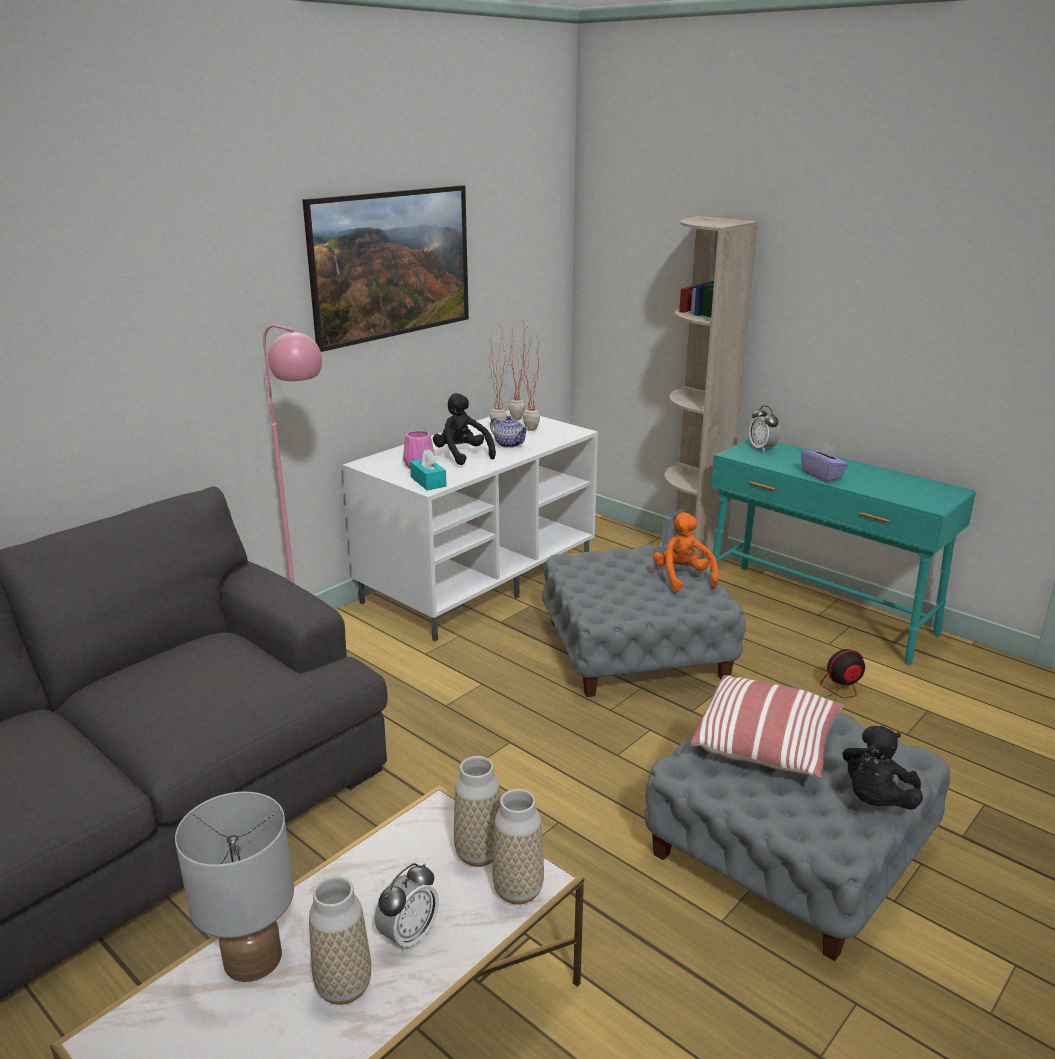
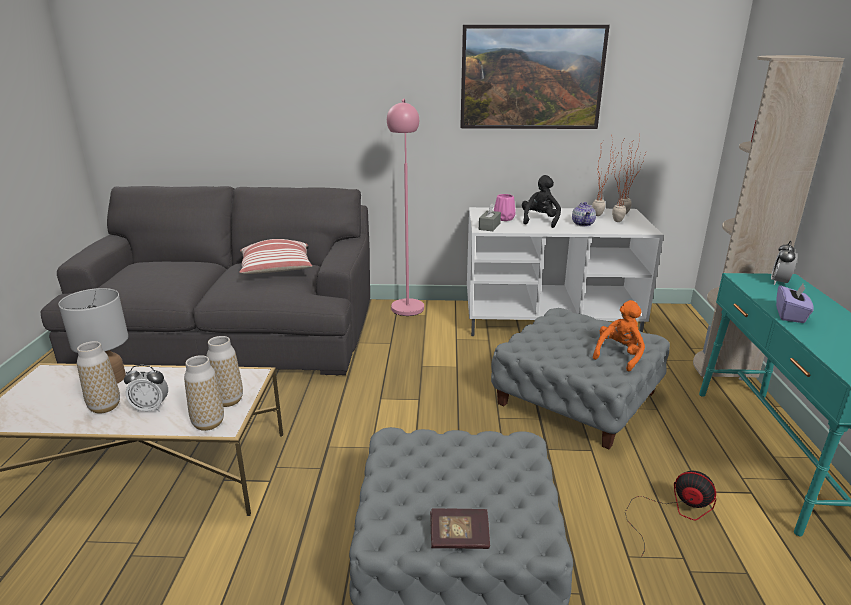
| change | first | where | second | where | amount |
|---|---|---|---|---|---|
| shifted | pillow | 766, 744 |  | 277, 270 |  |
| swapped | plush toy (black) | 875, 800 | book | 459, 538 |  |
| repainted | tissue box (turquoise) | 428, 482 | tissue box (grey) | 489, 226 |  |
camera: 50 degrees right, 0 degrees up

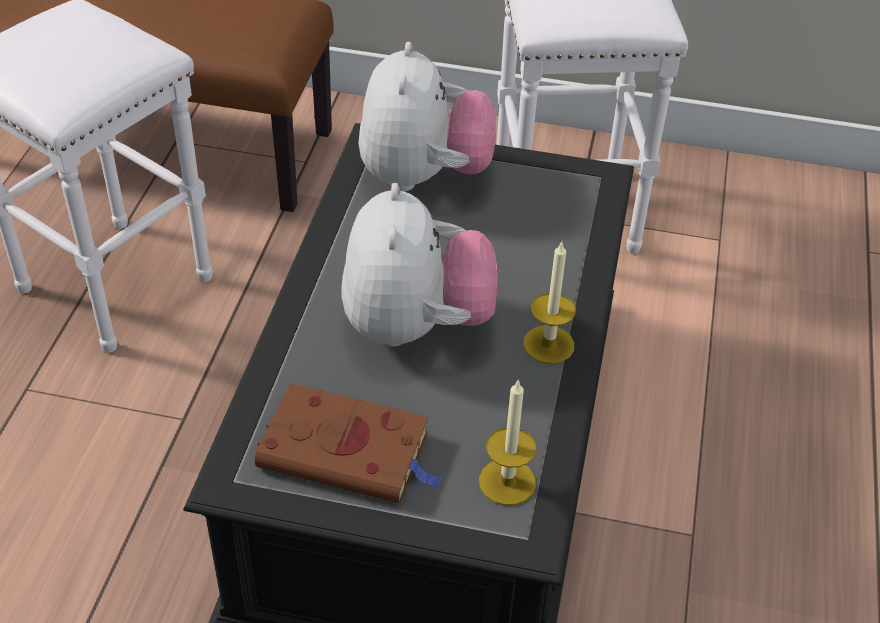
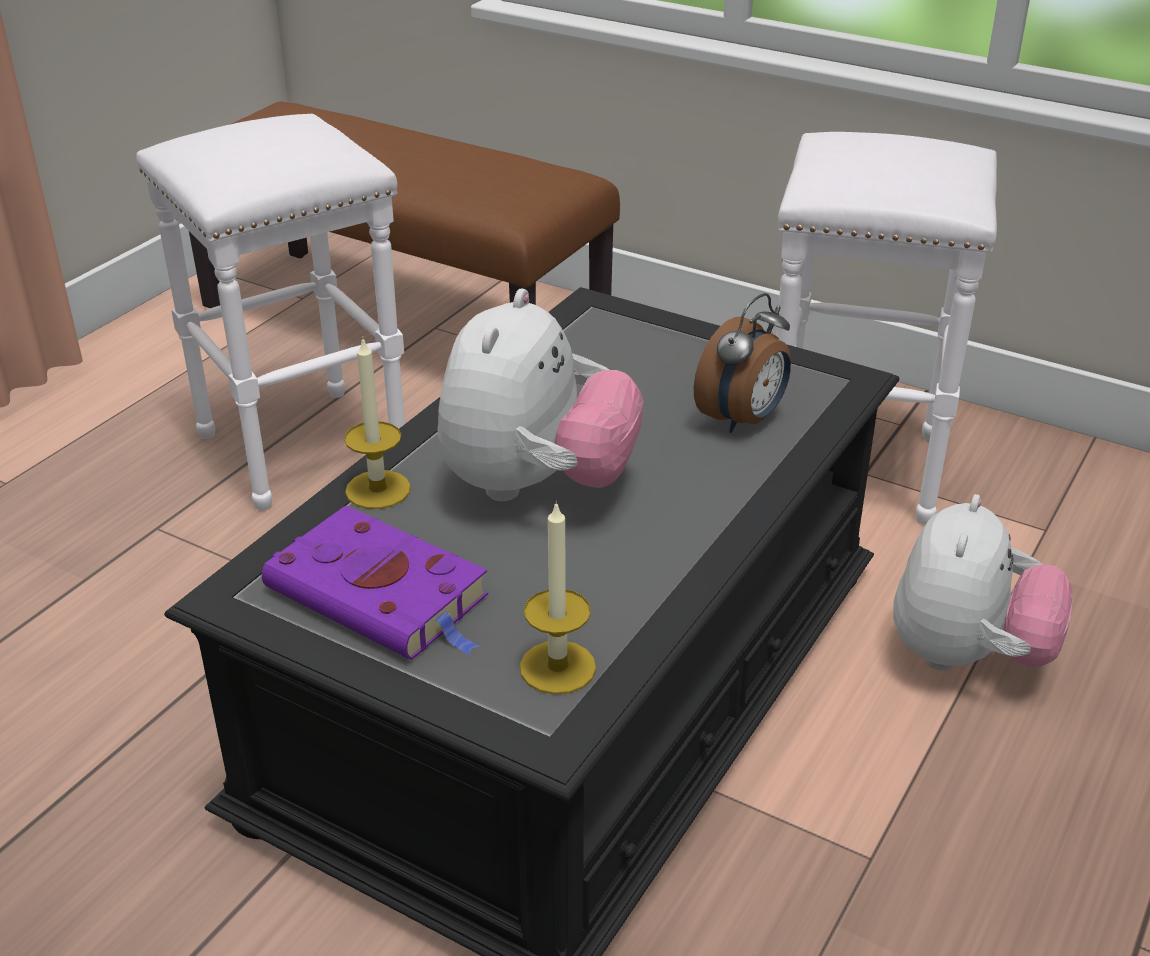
| change | first | where | second | where | amount |
|---|---|---|---|---|---|
| new |  |  | alarm clock | 743, 420 |  |
| shifted | plush toy | 423, 176 |  | 966, 656 |  |
| shifted | candle | 548, 344 |  | 378, 489 |  |
| repainted | book (brown) | 349, 452 | book (purple) | 382, 595 |  |
camera: 20 degrees right, 10 degrees down

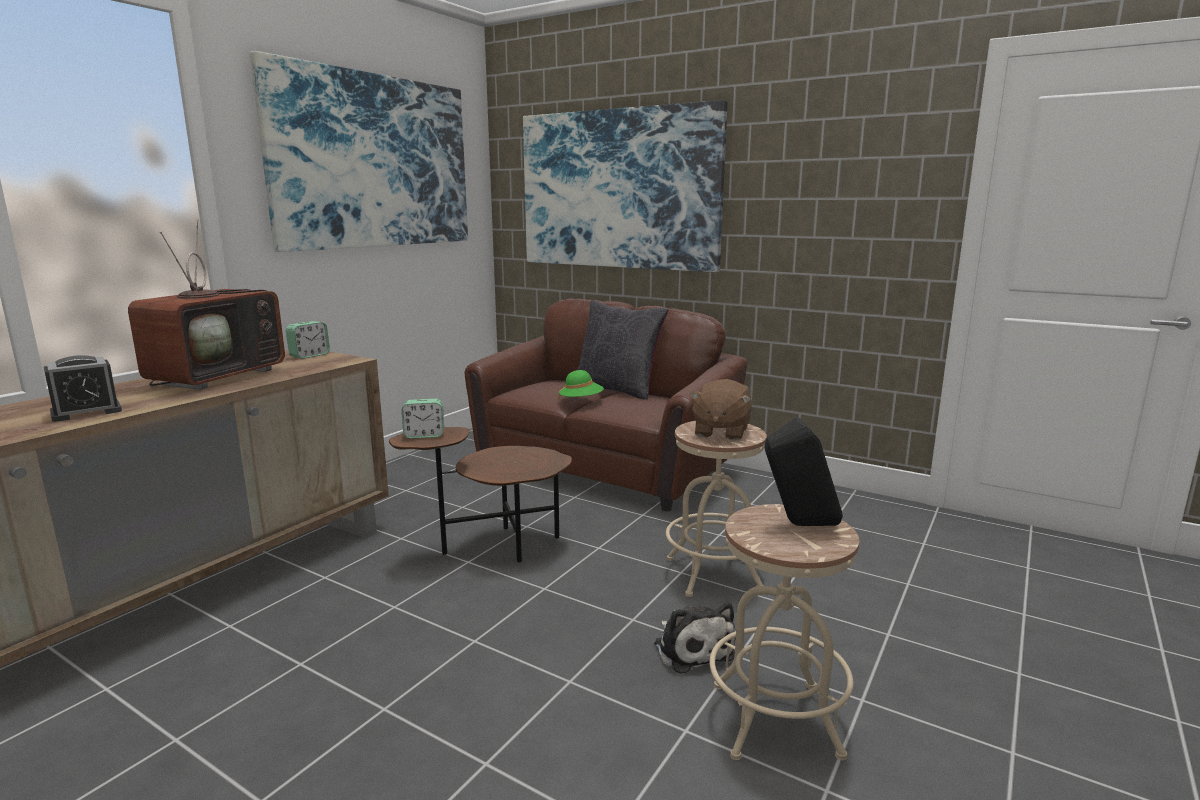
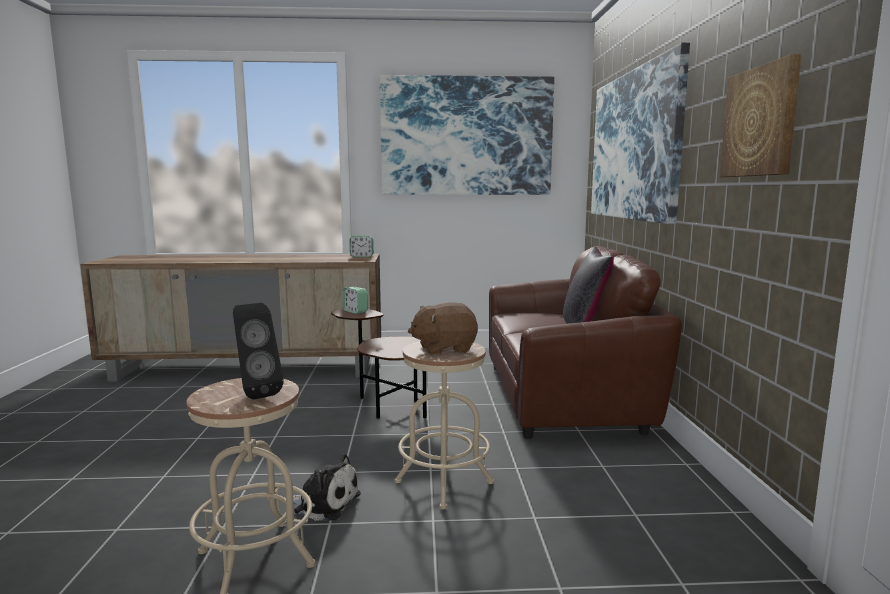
| change | first | where | second | where | amount |
|---|---|---|---|---|---|
| gone | alarm clock | 86, 412 |  |  |  |
| gone | television | 218, 376 |  |  |  |
| gone | hat (green) | 581, 401 |  |  |  |
| new |  |  | picture | 761, 122 |  |
| rotated | plush toy | 692, 648 |  | 324, 502 | 105 degrees counterclockwise |
camera: 55 degrees right, 5 degrees down

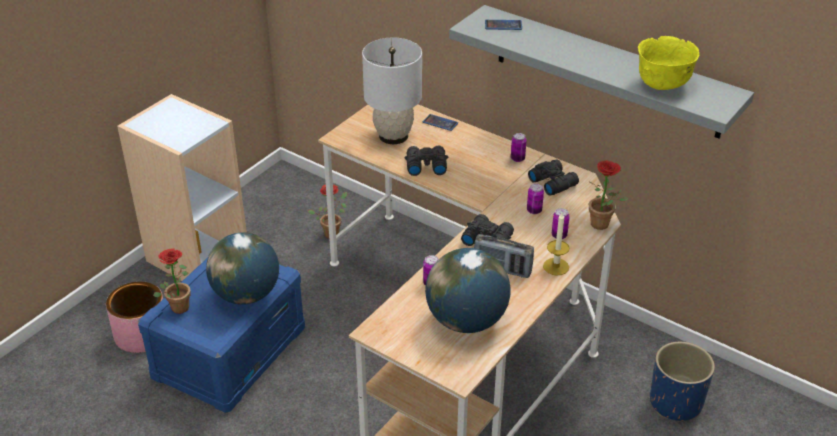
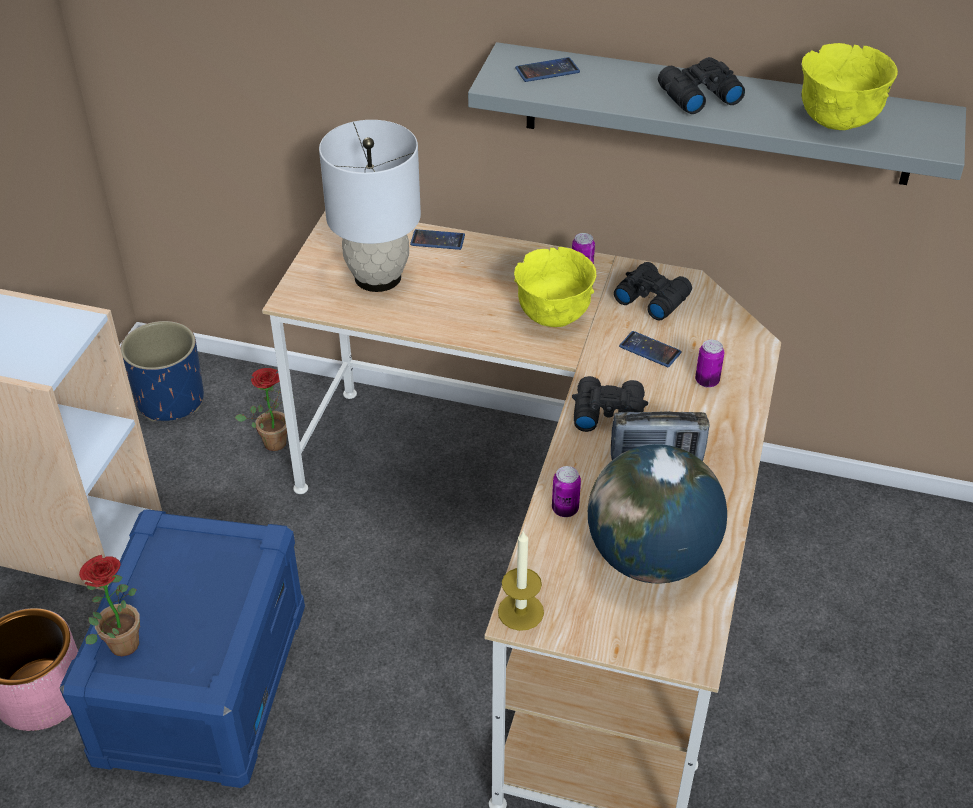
| change | first | where | second | where | amount |
|---|---|---|---|---|---|
| gone | globe | 247, 294 |  |  |  |
| gone | potted plant | 603, 225 |  |  |  |
| new |  |  | bowl (yellow) | 553, 315 |  |
| shifted | binoculars (black) | 425, 165 |  | 697, 95 |  |
| shifted | candle | 556, 266 |  | 520, 611 |  |
| shifted | planter (blue) | 675, 402 |  | 171, 400 |  |
| swapped | can | 534, 210 | phone | 650, 350 |  |
camera: 20 degrees left, 5 degrees up

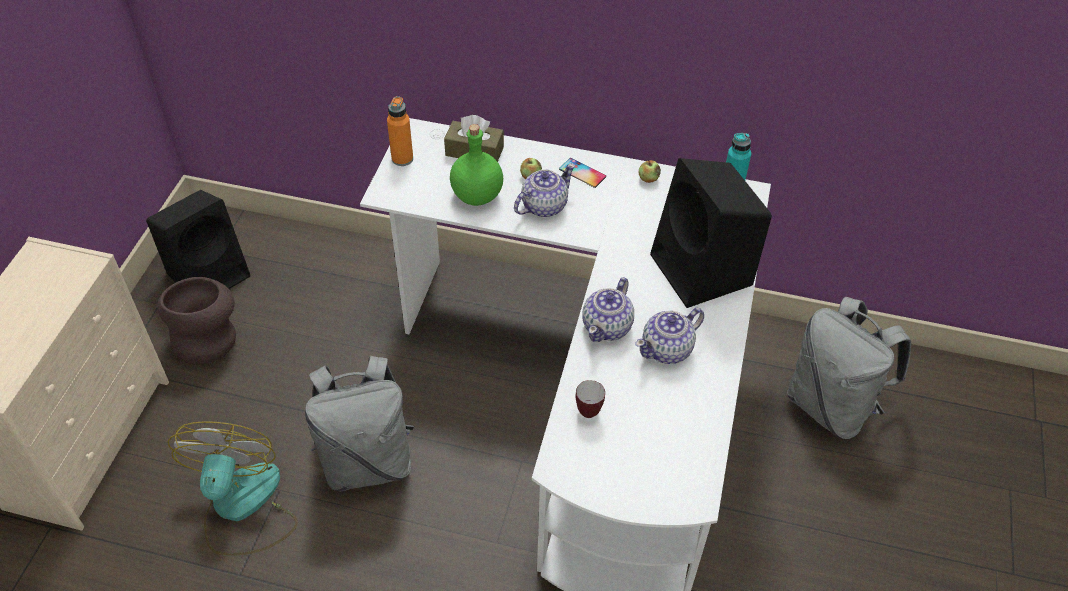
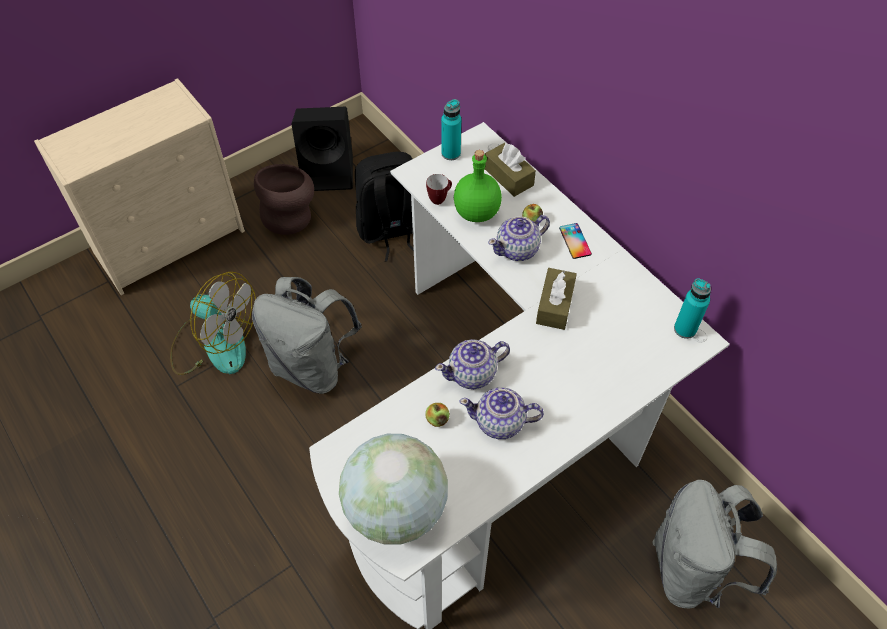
| change | first | where | second | where | amount |
|---|---|---|---|---|---|
| gone | speaker (black) | 703, 271 |  |  |  |
| new |  |  | globe | 396, 509 |  |
| new |  |  | backpack (black) | 392, 231 |  |
| new |  |  | tissue box (brown) | 555, 305 |  |
| shifted | mug | 588, 408 |  | 439, 199 |  |
| shifted | apple | 648, 178 |  | 437, 419 |  |
| repainted | bottle (orange) | 402, 159 | bottle (turquoise) | 451, 153 |  |
| rotated | fan | 242, 507 |  | 215, 343 | 75 degrees clockwise |
| rotated | teapot | 543, 206 |  | 518, 249 | 150 degrees clockwise |
camera: 40 degrees right, 5 degrees up

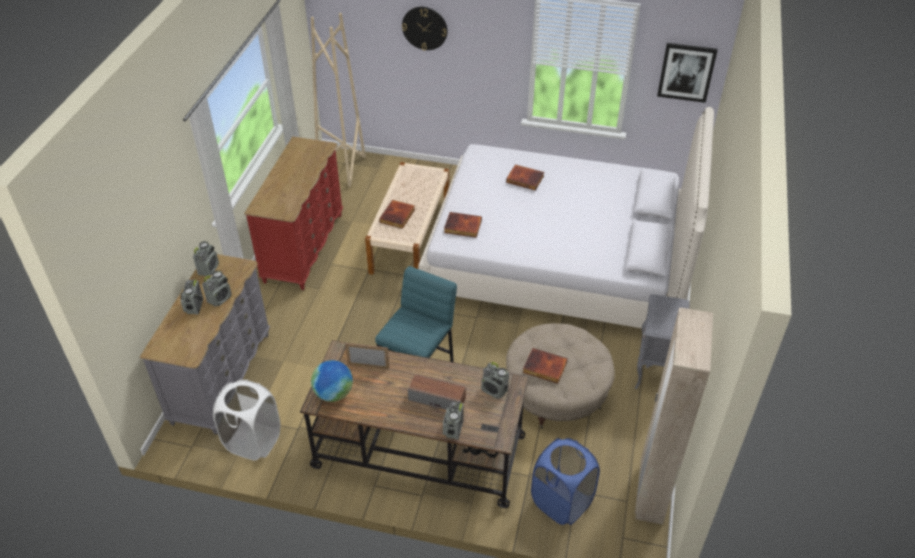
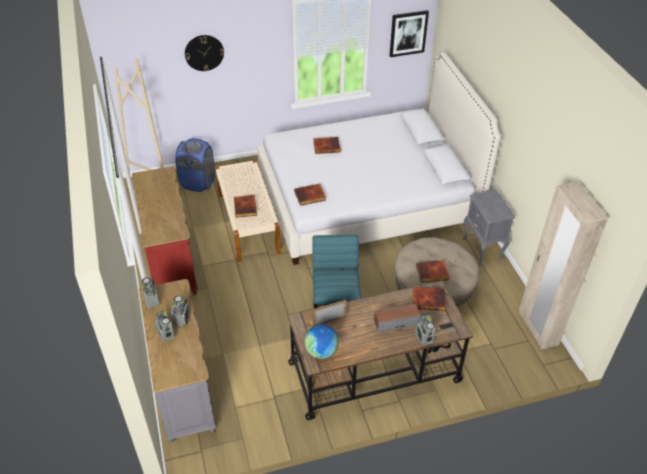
| change | first | where | second | where | amount |
|---|---|---|---|---|---|
| gone | laundry basket (white) | 253, 441 |  |  |  |
| shifted | laundry basket (blue) | 561, 502 |  | 198, 183 |  |
| swapped | radio | 494, 390 | book | 429, 299 |  |
camera: 30 degrees left, 0 degrees up

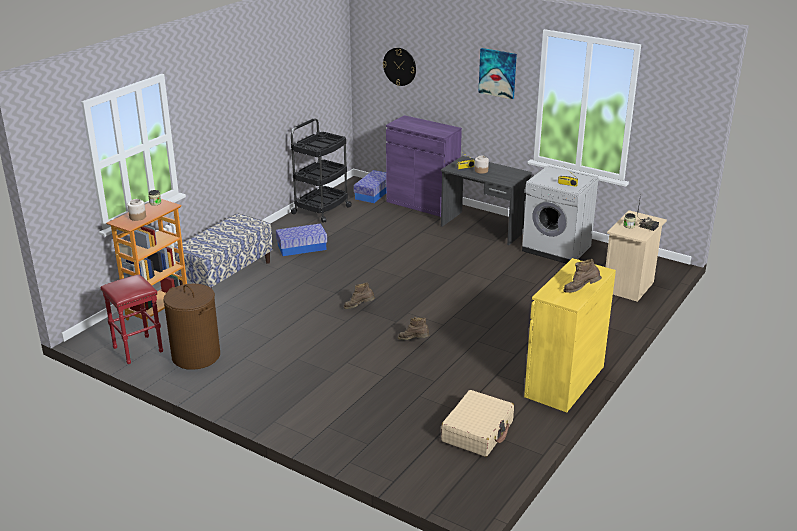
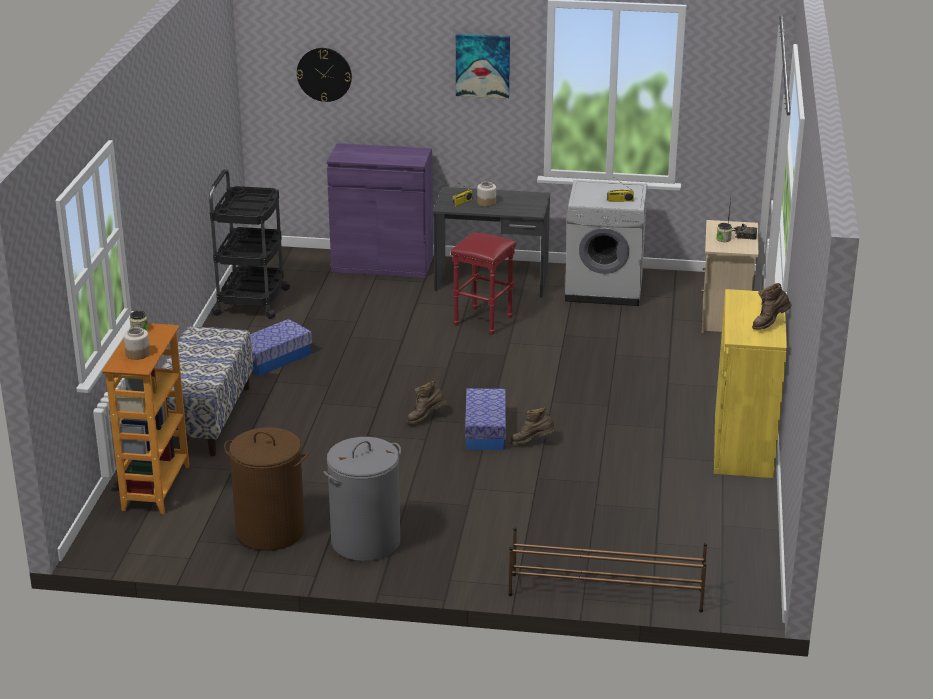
| change | first | where | second | where | amount |
|---|---|---|---|---|---|
| gone | suitcase (beige) | 477, 431 |  |  |  |
| new |  |  | laundry basket (grey) | 365, 541 |  |
| new |  |  | shoe rack (brown) | 605, 592 |  |
| shifted | stool (red) | 137, 349 |  | 481, 321 |  |
| shifted | storage box | 373, 193 |  | 485, 431 |  |
camera: 25 degrees left, 0 degrees up

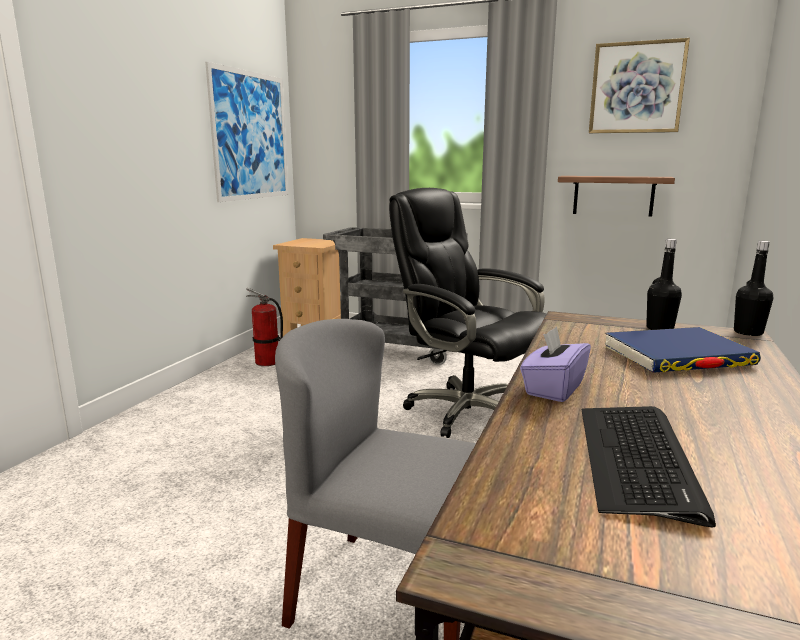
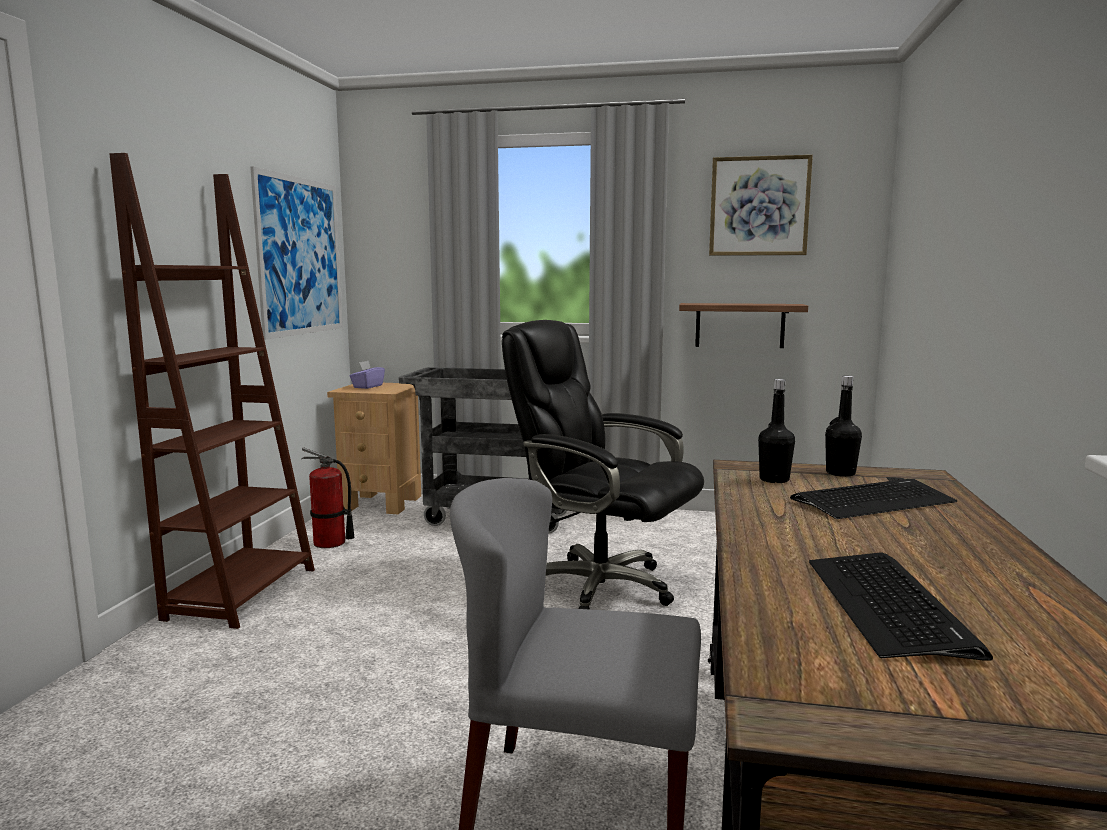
| change | first | where | second | where | amount |
|---|---|---|---|---|---|
| new |  |  | bookcase (brown) | 241, 593 |  |
| shifted | tissue box (purple) | 553, 388 |  | 367, 386 |  |
| shifted | bottle (black) | 748, 332 |  | 774, 479 |  |
| swapped | book (blue) | 677, 356 | keyboard | 873, 501 |  |
camera: 10 degrees left, 5 degrees down

